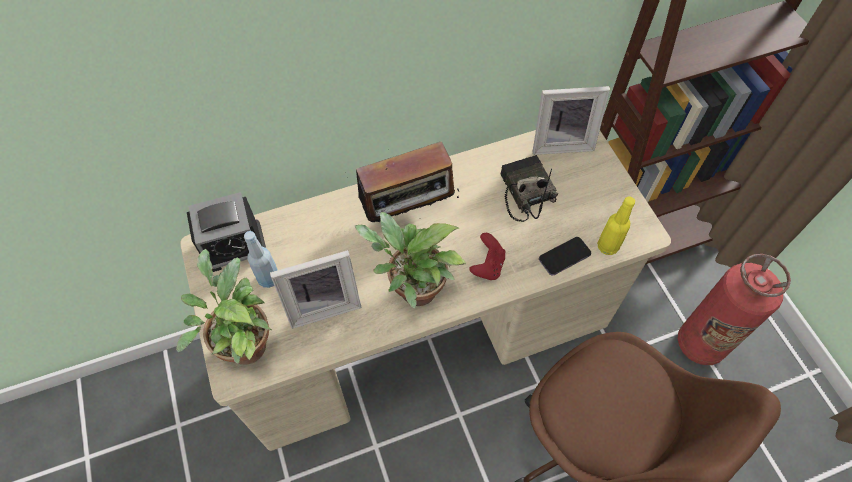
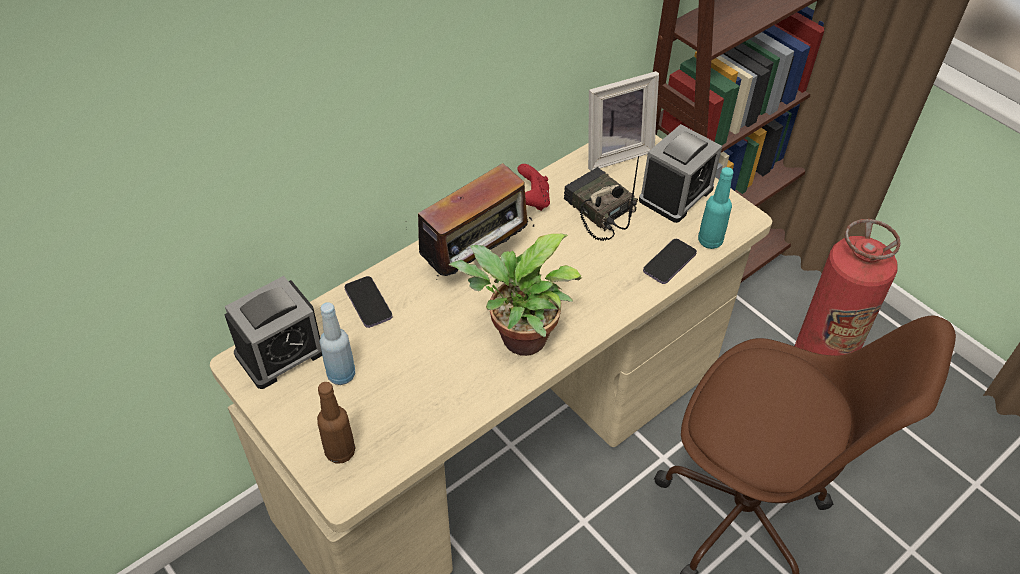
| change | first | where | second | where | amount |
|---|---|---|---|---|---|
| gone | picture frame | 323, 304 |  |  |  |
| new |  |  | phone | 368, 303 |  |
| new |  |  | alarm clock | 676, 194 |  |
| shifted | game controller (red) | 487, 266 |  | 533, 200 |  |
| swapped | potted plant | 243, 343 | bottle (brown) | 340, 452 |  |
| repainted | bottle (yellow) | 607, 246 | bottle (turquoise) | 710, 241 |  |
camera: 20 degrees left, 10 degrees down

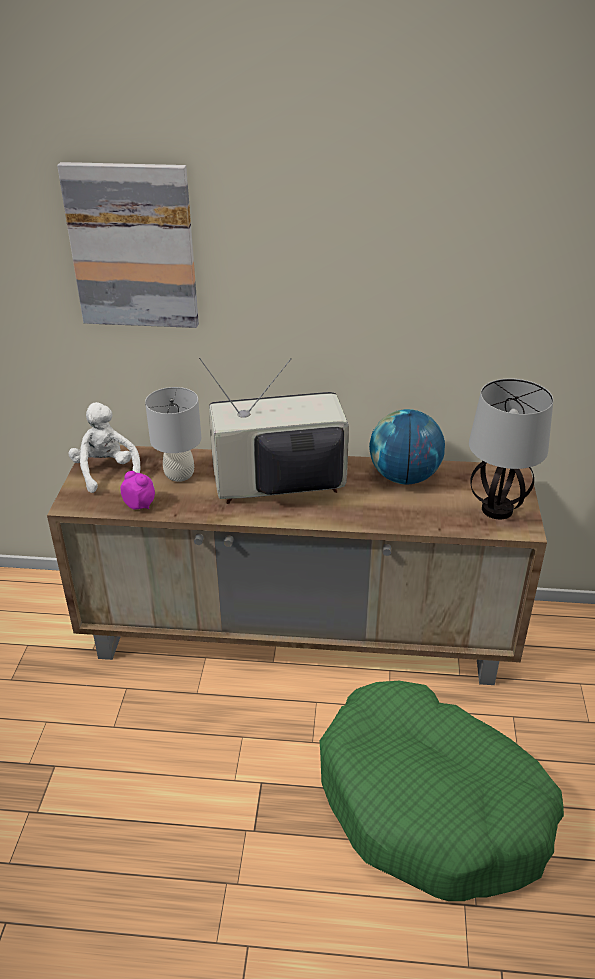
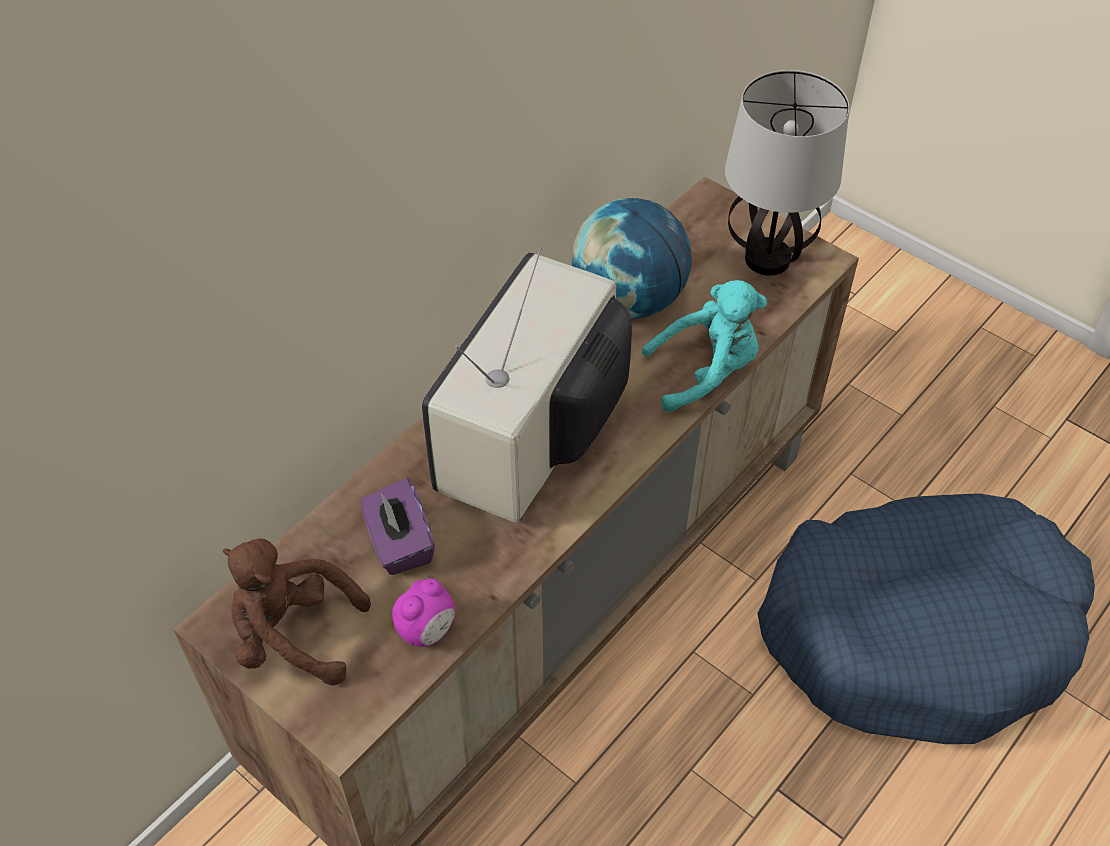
| change | first | where | second | where | amount |
|---|---|---|---|---|---|
| gone | picture | 133, 247 |  |  |  |
| new |  |  | plush toy (turquoise) | 706, 372 |  |
| swapped | table lamp (grey) | 180, 477 | tissue box (purple) | 400, 543 |  |
| repainted | plush toy (white) | 106, 472 | plush toy (brown) | 293, 635 |  |
| repainted | dog bed (green) | 431, 805 | dog bed (blue) | 918, 630 |  |
| rotated | alarm clock | 140, 505 |  | 427, 630 | 150 degrees clockwise |
camera: 55 degrees left, 15 degrees up

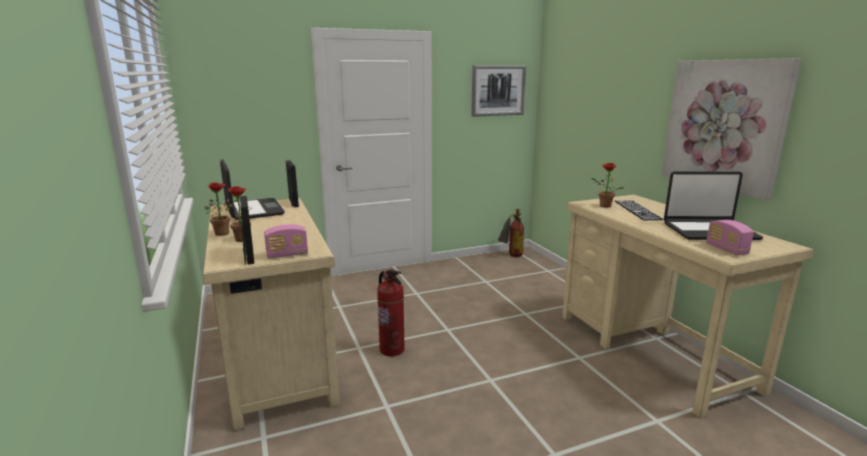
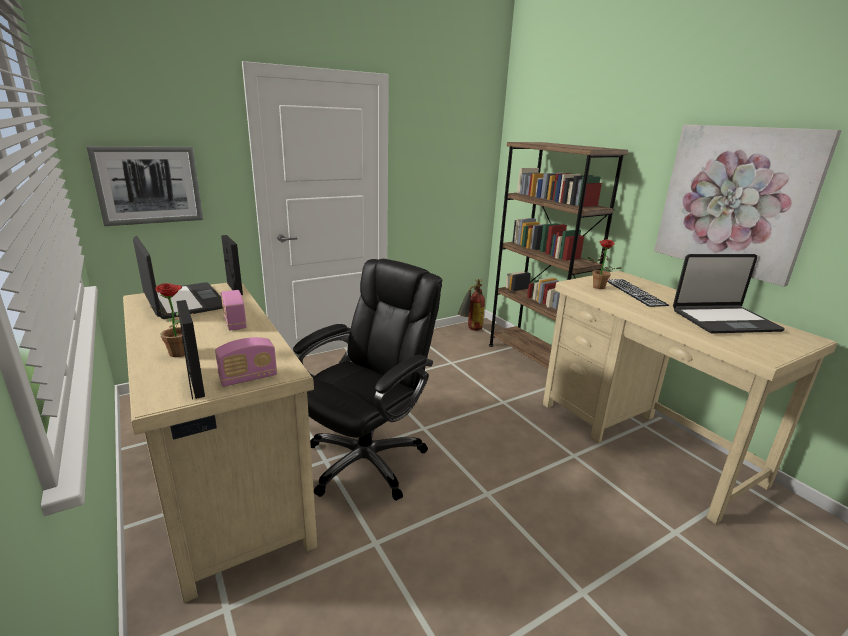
| change | first | where | second | where | amount |
|---|---|---|---|---|---|
| gone | potted plant | 225, 233 |  |  |  |
| new |  |  | bookcase (brown) | 533, 359 |  |
| shifted | picture | 498, 90 |  | 148, 185 |  |
| shifted | radio | 726, 249 |  | 235, 323 |  |
| swapped | fire extinguisher | 392, 350 | office chair (black) | 365, 460 |  |
camera: 10 degrees left, 5 degrees up

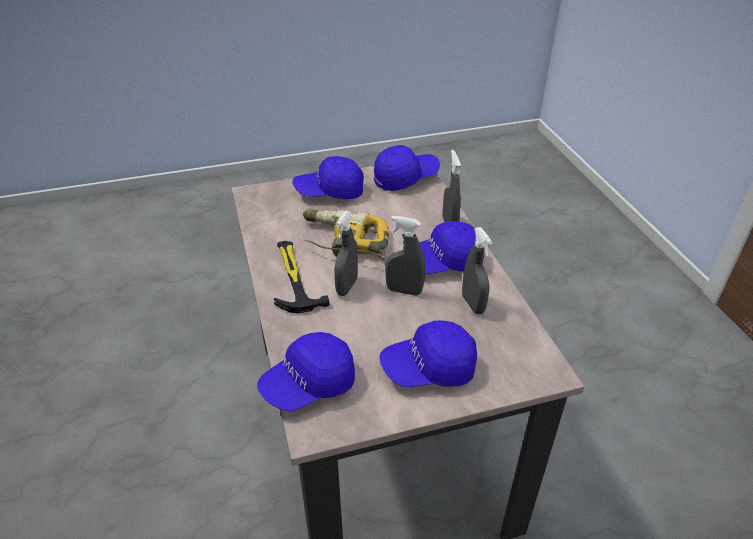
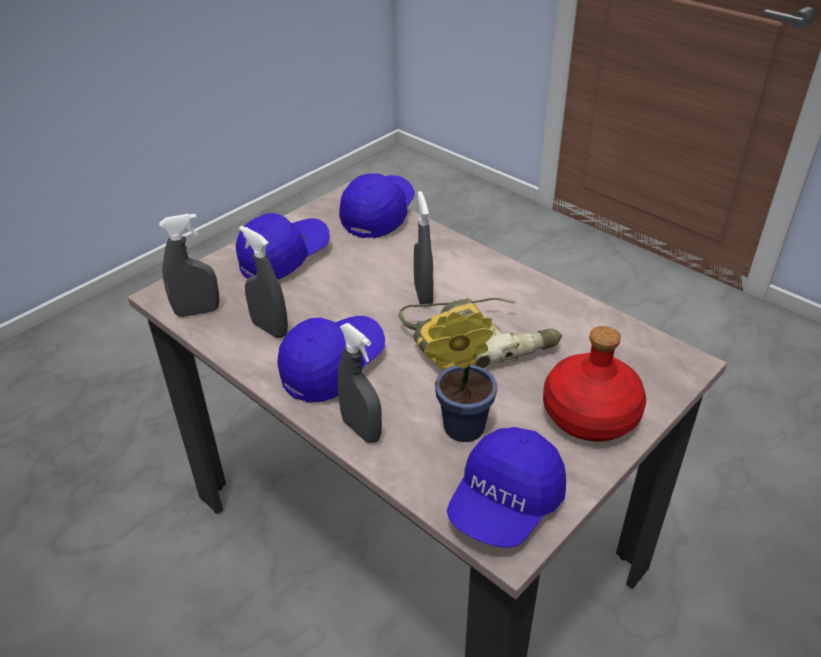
| change | first | where | second | where | amount |
|---|---|---|---|---|---|
| gone | hammer | 293, 278 |  |  |  |
| new |  |  | potted plant | 458, 428 |  |
| shifted | spray bottle (grey) | 404, 291 |  | 197, 311 |  |
| swapped | cap (blue) | 329, 191 | bottle (red) | 589, 414 |  |
camera: 150 degrees right, 0 degrees up

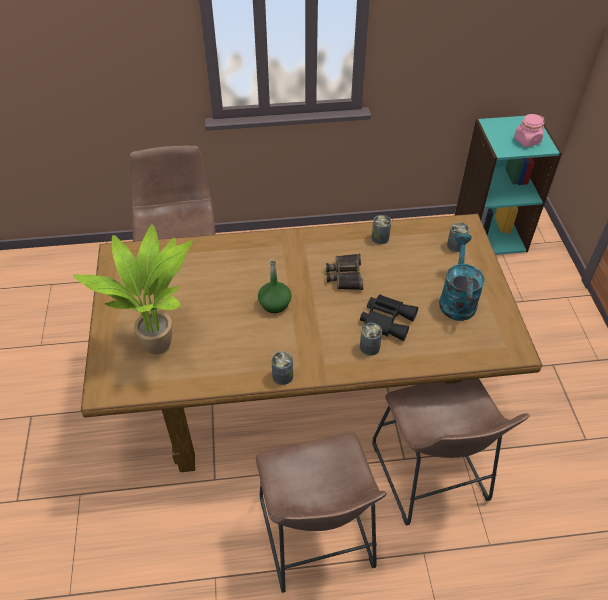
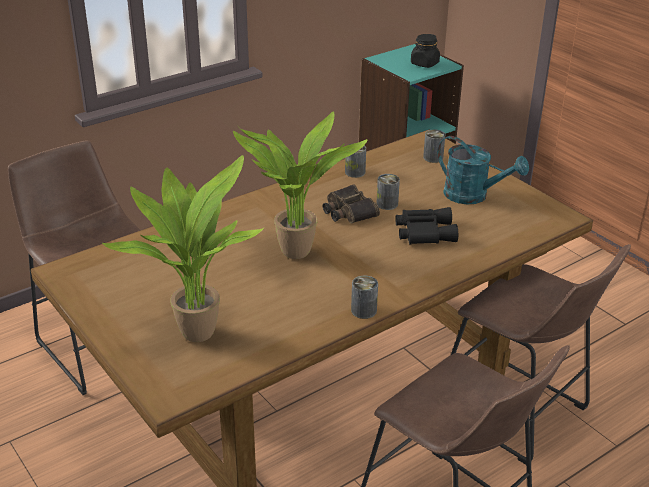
| change | first | where | second | where | amount |
|---|---|---|---|---|---|
| shifted | can | 369, 347 |  | 387, 204 |  |
| swapped | bottle (green) | 275, 304 | potted plant | 297, 255 |  |
| repainted | jar (pink) | 527, 141 | jar (black) | 424, 63 |  |
| rotated | watering can (turquoise) | 457, 299 |  | 473, 196 | 150 degrees clockwise |
camera: 30 degrees left, 15 degrees down

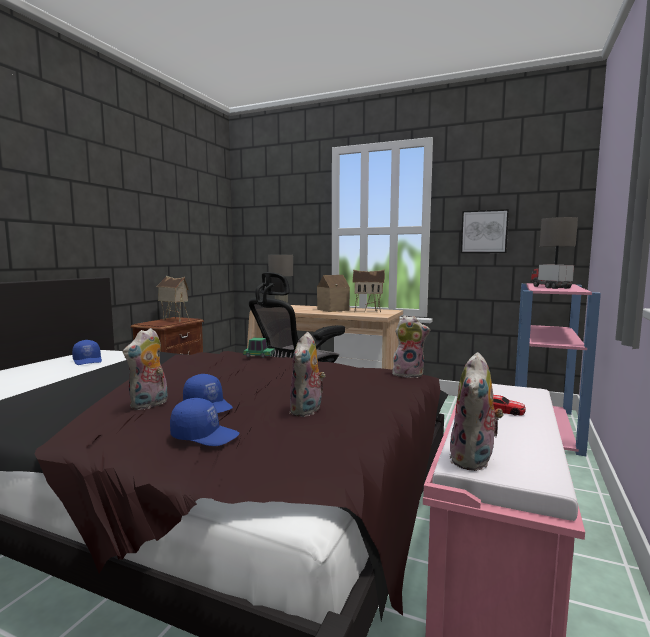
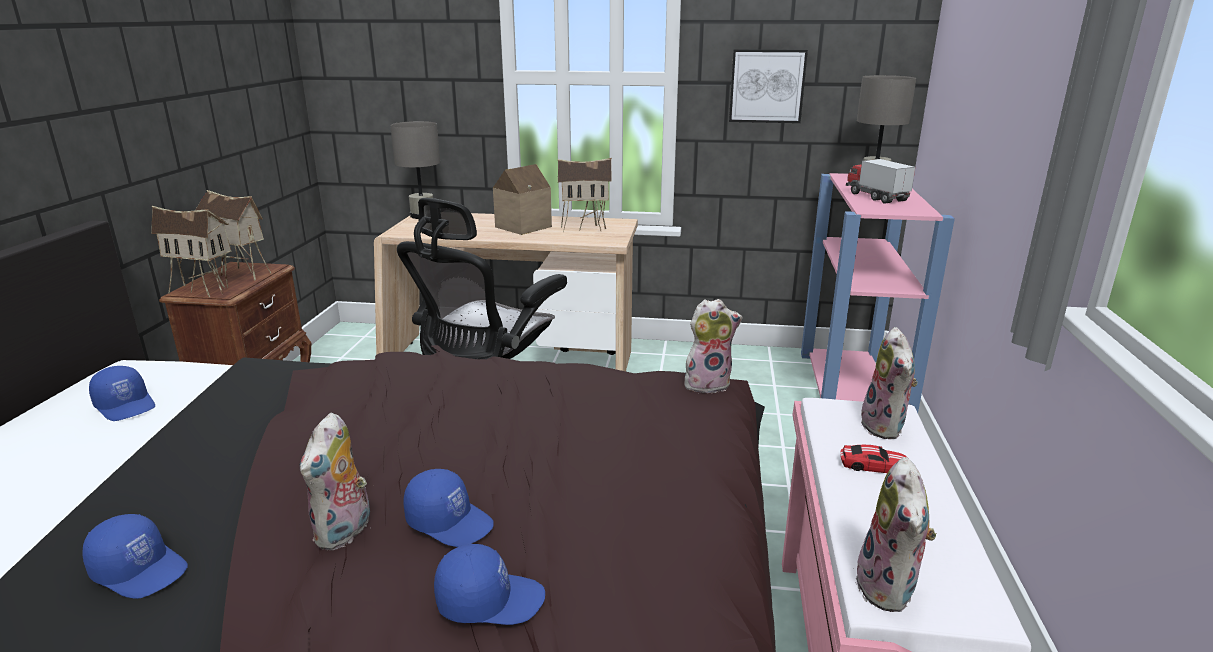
| change | first | where | second | where | amount |
|---|---|---|---|---|---|
| gone | toy car | 259, 355 |  |  |  |
| new |  |  | cap (blue) | 141, 570 |  |
| new |  |  | toy house | 204, 290 |  |
| shifted | plush toy | 307, 411 |  | 886, 427 |  |
camera: 15 degrees left, 15 degrees up

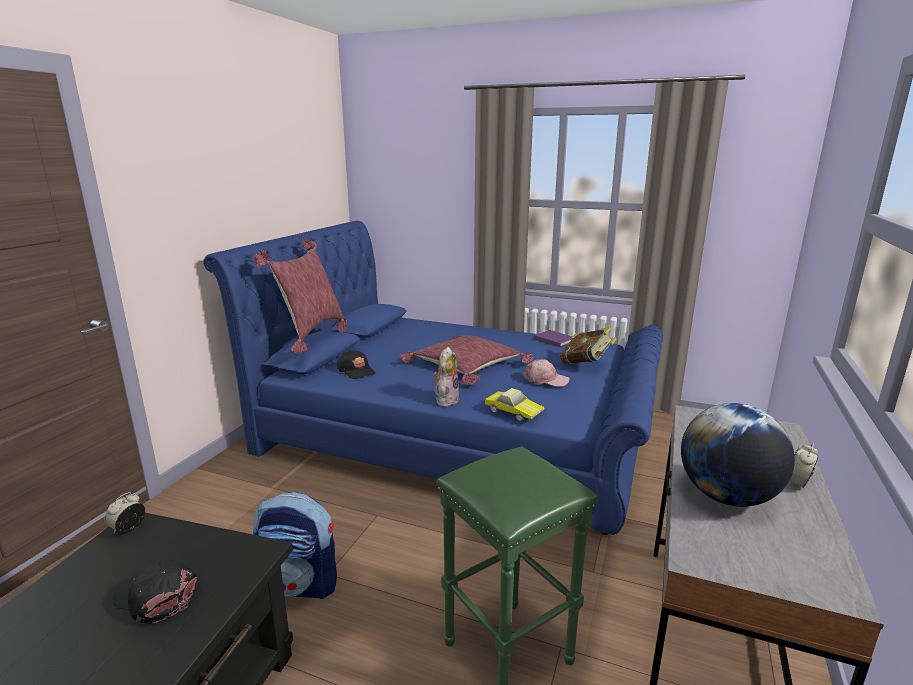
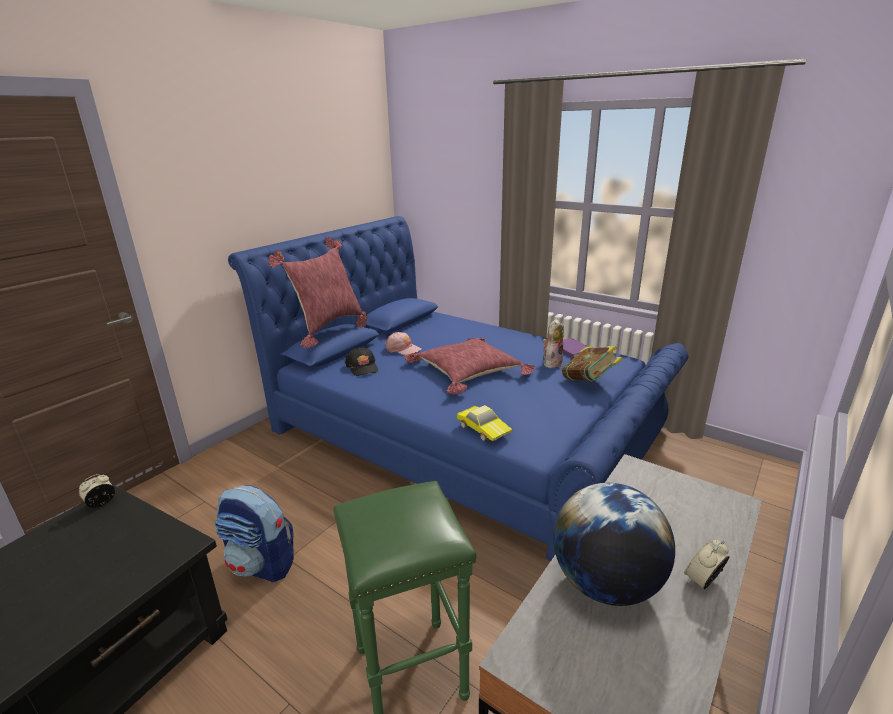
| change | first | where | second | where | amount |
|---|---|---|---|---|---|
| gone | cap (black) | 156, 596 |  |  |  |
| shifted | plush toy | 446, 400 |  | 551, 363 |  |
| shifted | cap (pink) | 545, 379 |  | 403, 349 |  |
camera: 15 degrees right, 5 degrees up

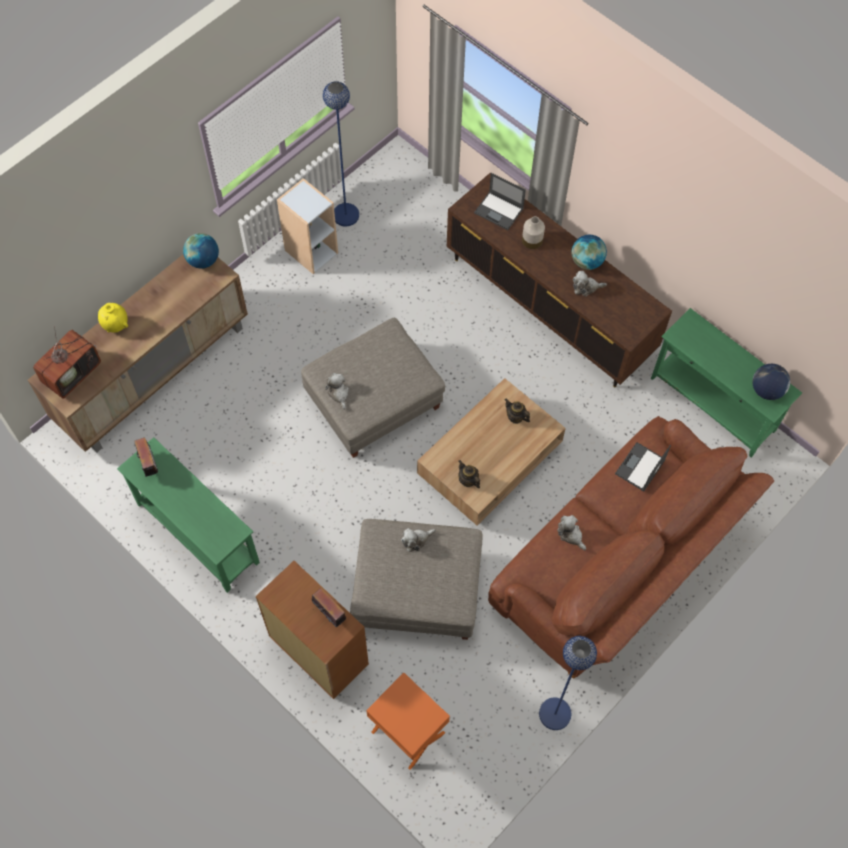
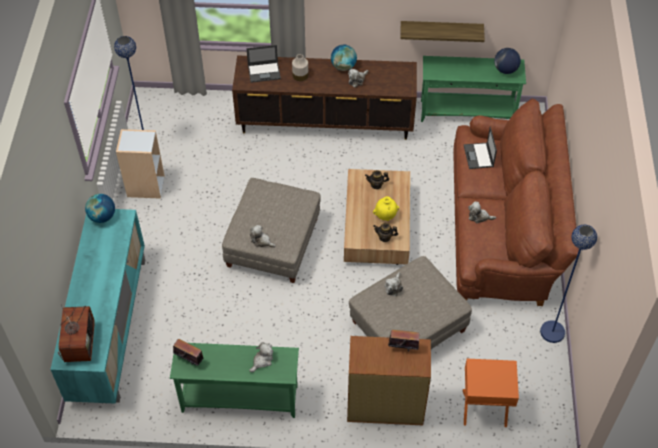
| change | first | where | second | where | amount |
|---|---|---|---|---|---|
| new |  |  | plush toy | 262, 360 |  |
| new |  |  | shelf | 441, 30 |  |
| shifted | vase (yellow) | 116, 326 |  | 385, 216 |  |
| repainted | tv stand (brown) | 153, 371 | tv stand (turquoise) | 109, 326 |  |
camera: 40 degrees left, 10 degrees down

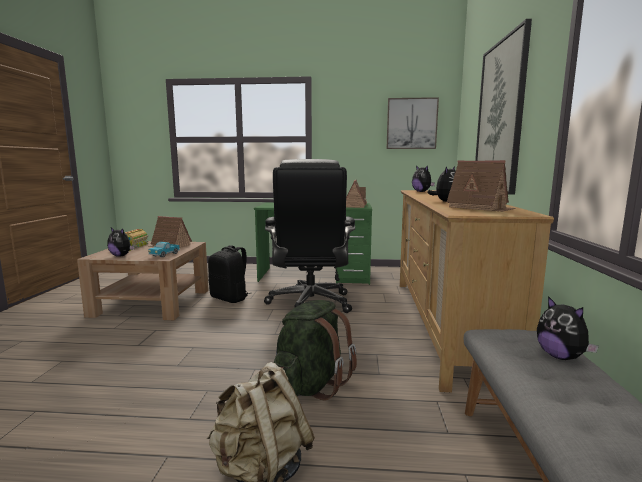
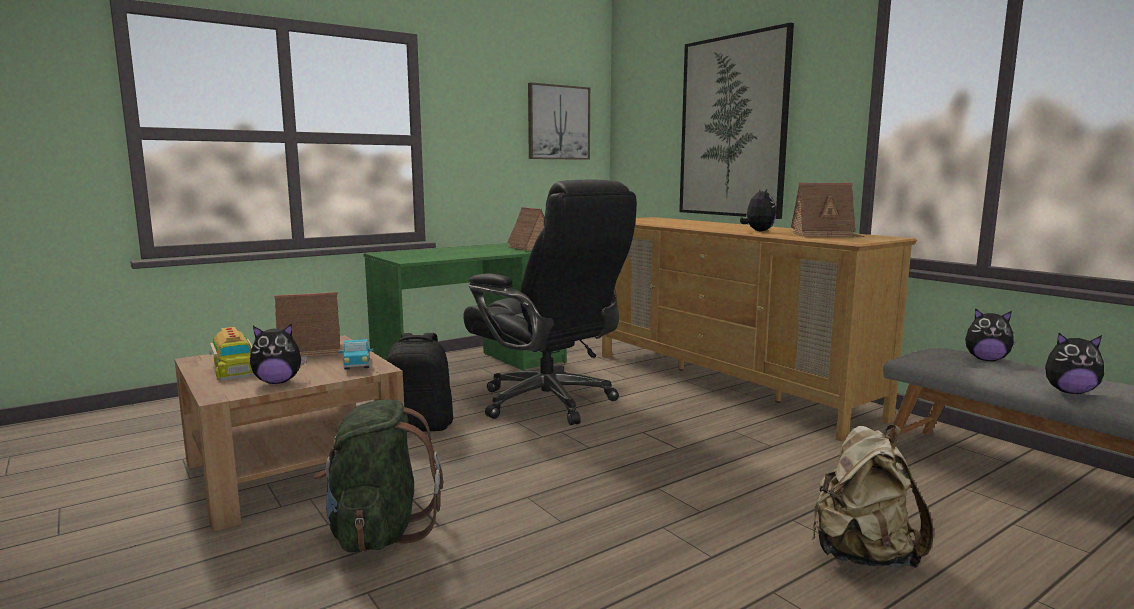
| change | first | where | second | where | amount |
|---|---|---|---|---|---|
| shifted | backpack (green) | 311, 385 |  | 378, 532 |  |
| shifted | plush toy | 422, 192 |  | 1069, 392 |  |
camera: 40 degrees left, 0 degrees up

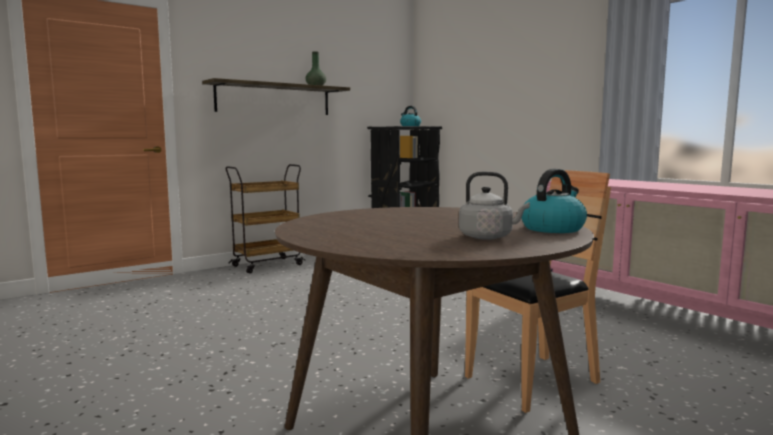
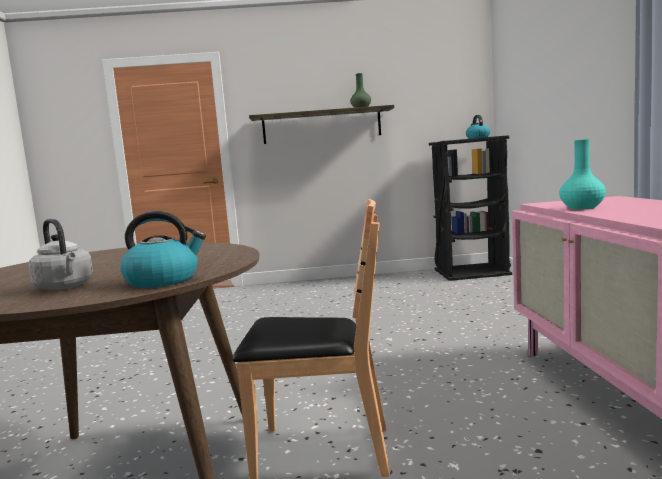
| change | first | where | second | where | amount |
|---|---|---|---|---|---|
| gone | cart (brown) | 268, 265 |  |  |  |
| new |  |  | vase (turquoise) | 581, 208 |  |
camera: 35 degrees right, 0 degrees up

